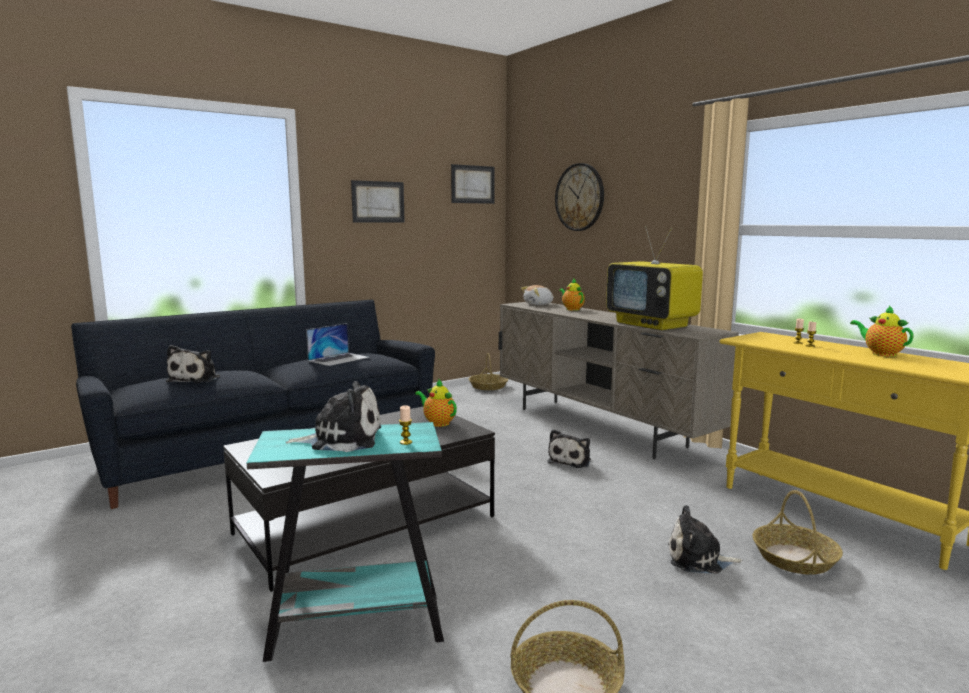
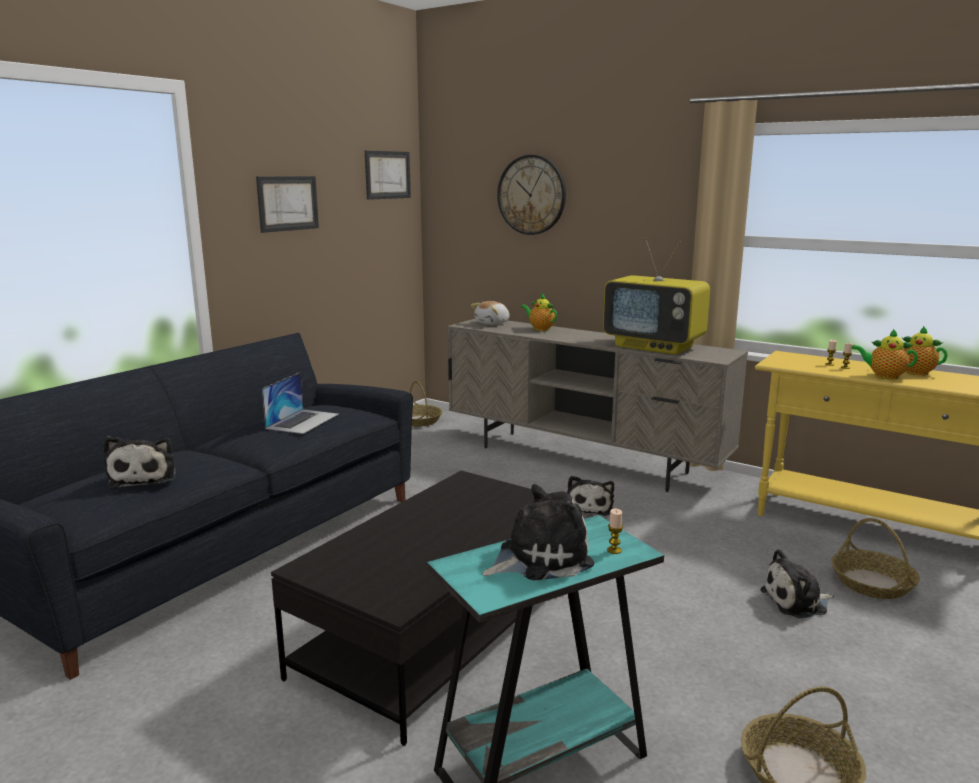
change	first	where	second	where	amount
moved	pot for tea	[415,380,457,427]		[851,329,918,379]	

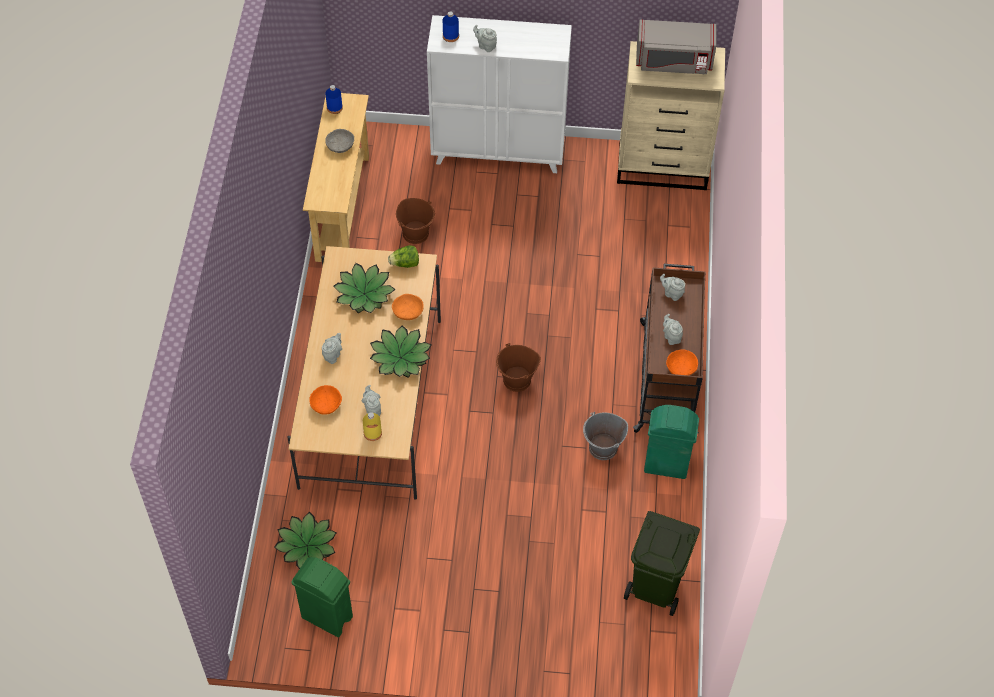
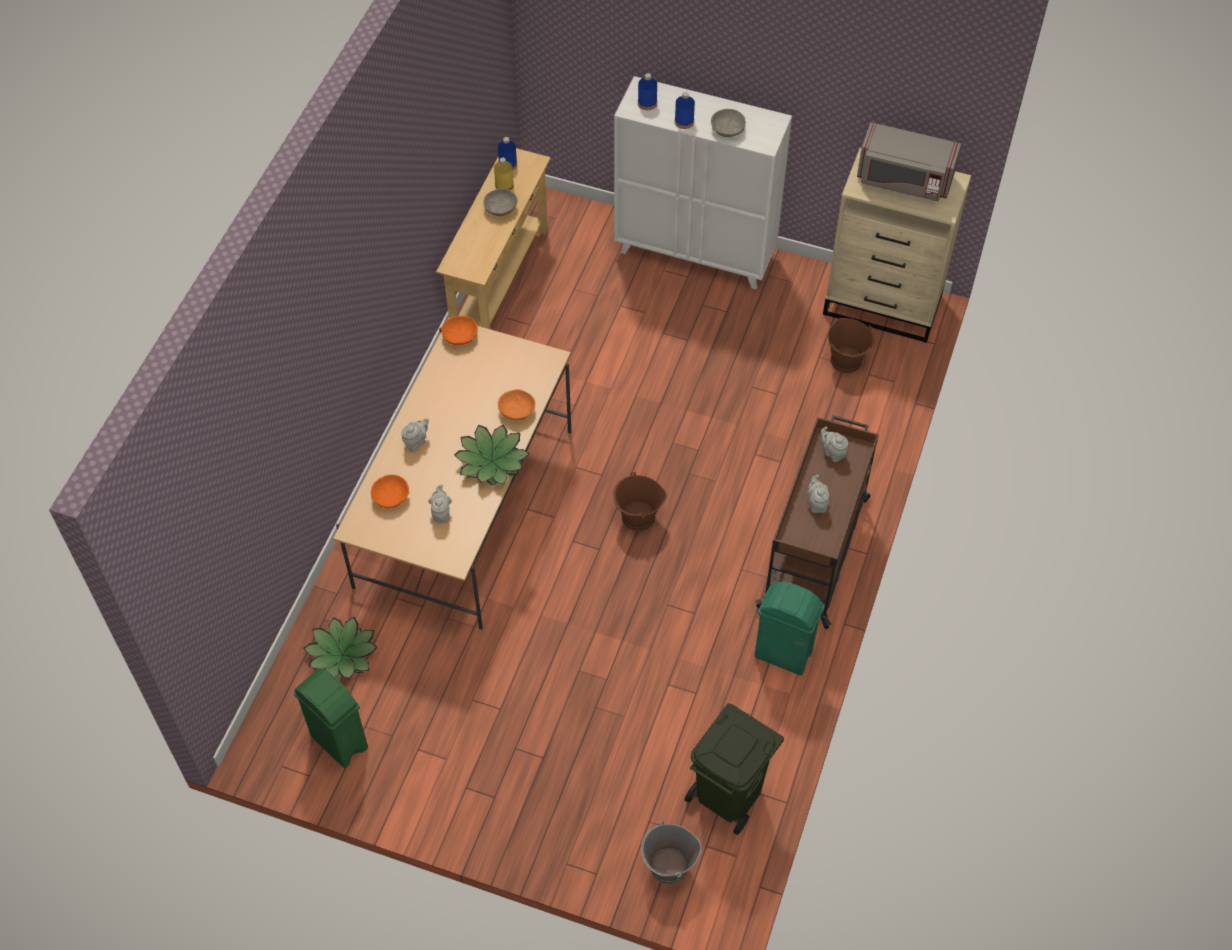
change	first	where	second	where	amount
removed	potted plant	[333,263,396,313]			
moved	yellowish drink bottle	[363,412,382,441]		[494,158,514,190]	
removed	head of lettuce	[388,245,419,268]			
moved	brownish bucket	[396,198,435,244]		[828,318,875,373]	
replaced	greyish pot for tea	[473,25,497,52]	blue-coloured drink bottle	[675,92,695,129]	
moved	greyish bucket	[583,412,628,460]		[641,821,702,884]	
moved	orangey deep dish	[666,349,698,375]		[441,316,478,345]	
added			greyish deep dish	[711,109,746,137]	

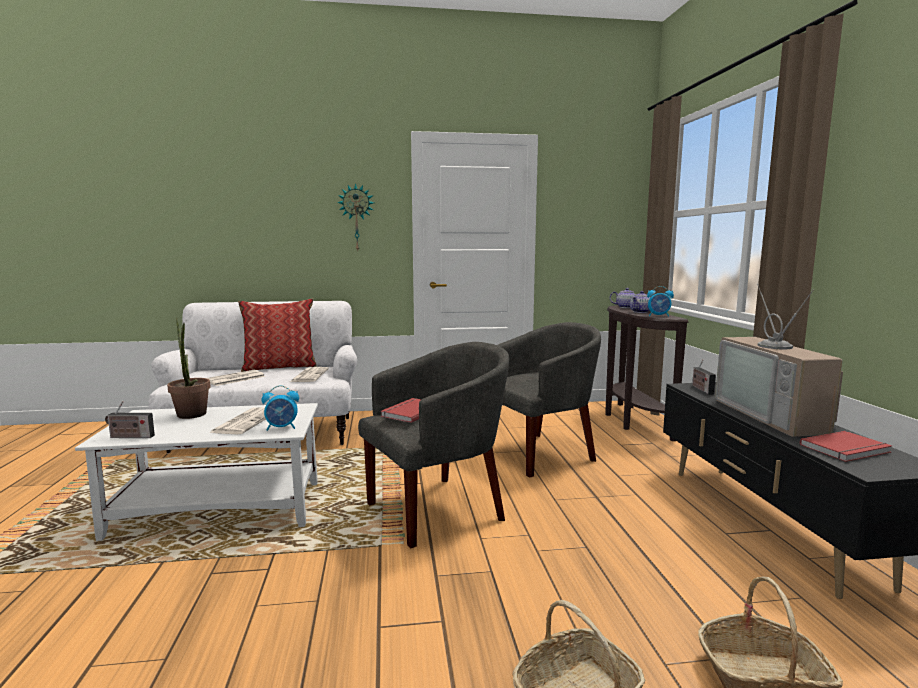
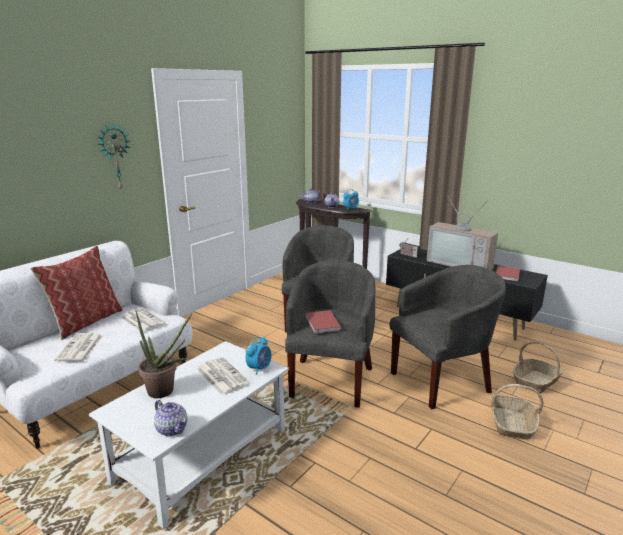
change	first	where	second	where	amount
replaced	radio receiver	[105,401,155,438]	pot for tea	[154,400,187,436]	
added			greyish easy chair	[390,265,506,409]	

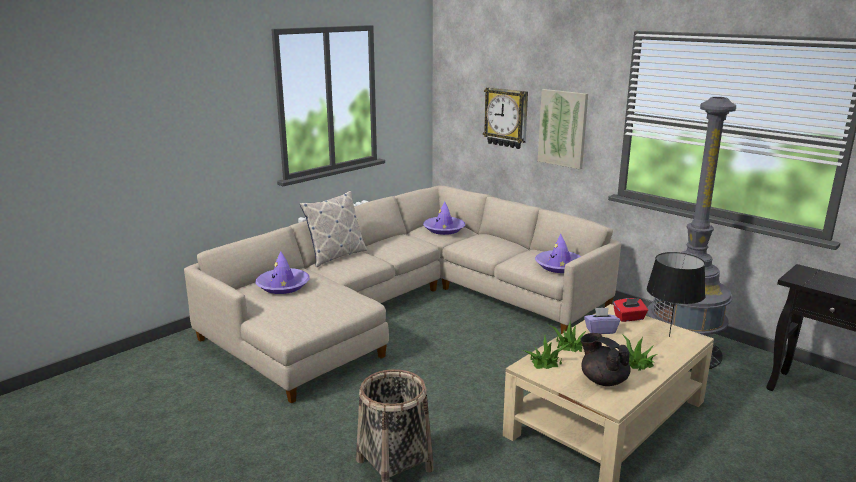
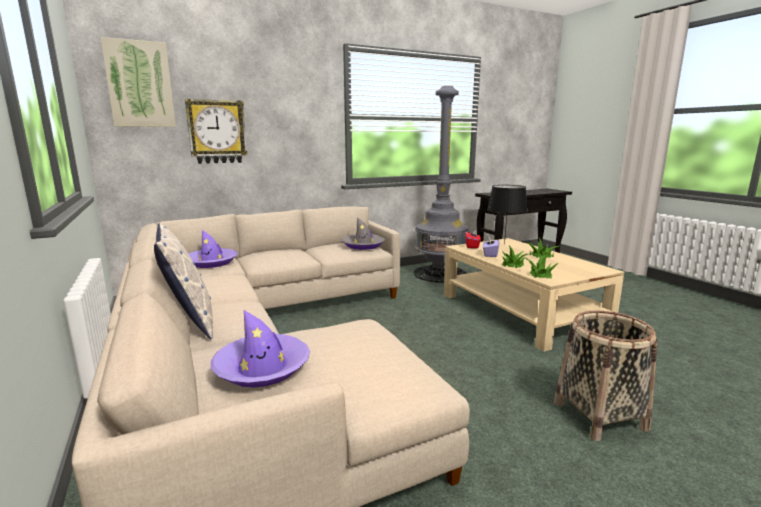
change	first	where	second	where	amount
recoloured	purplish wearable hat	[535,234,581,273]	greyish wearable hat	[341,217,385,250]	
moved	wall art	[538,89,588,169]		[100,37,176,127]	
removed	blackish pot for tea	[581,333,630,386]			

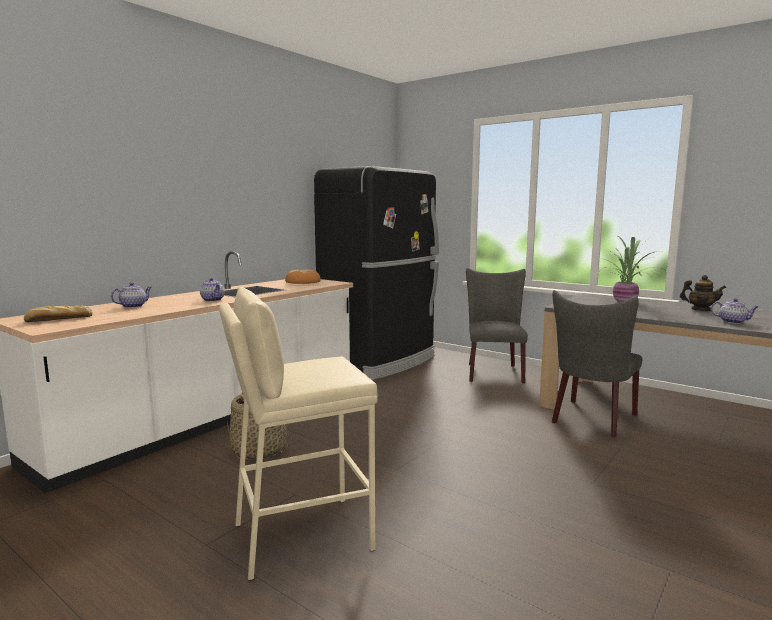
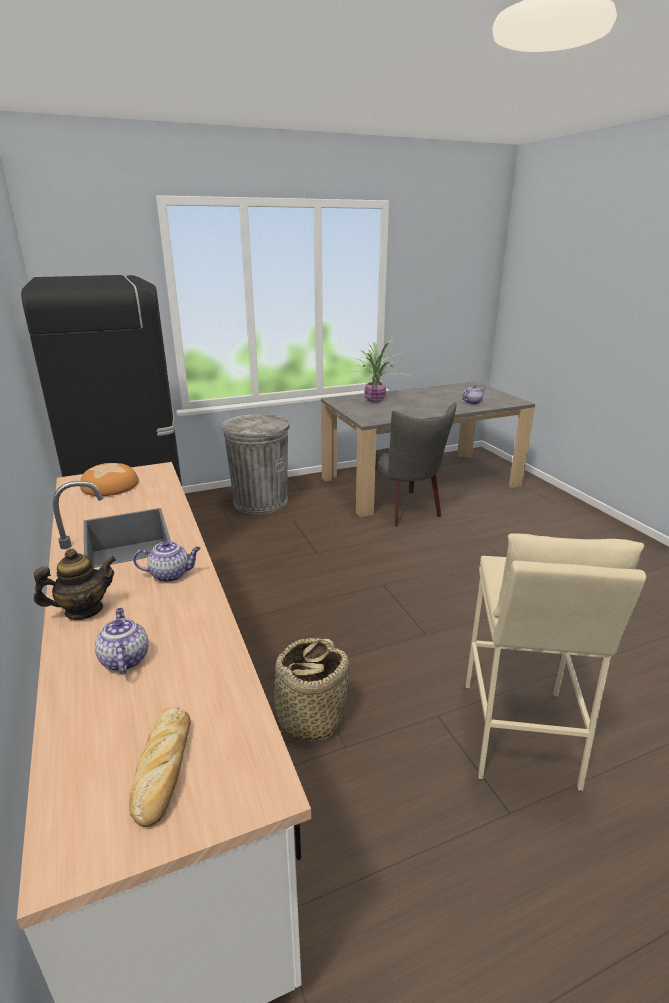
change	first	where	second	where	amount
replaced	greyish chair	[466,268,528,383]	greyish rubbish bin	[222,414,290,514]	
moved	pot for tea	[680,275,726,311]		[34,548,116,620]	

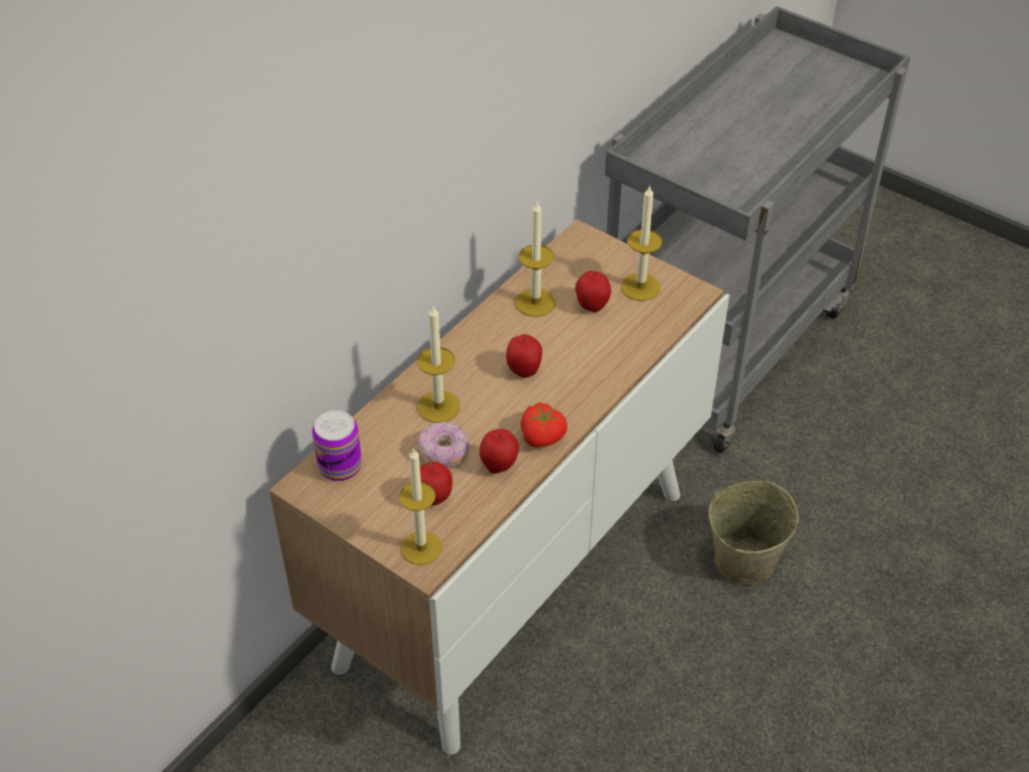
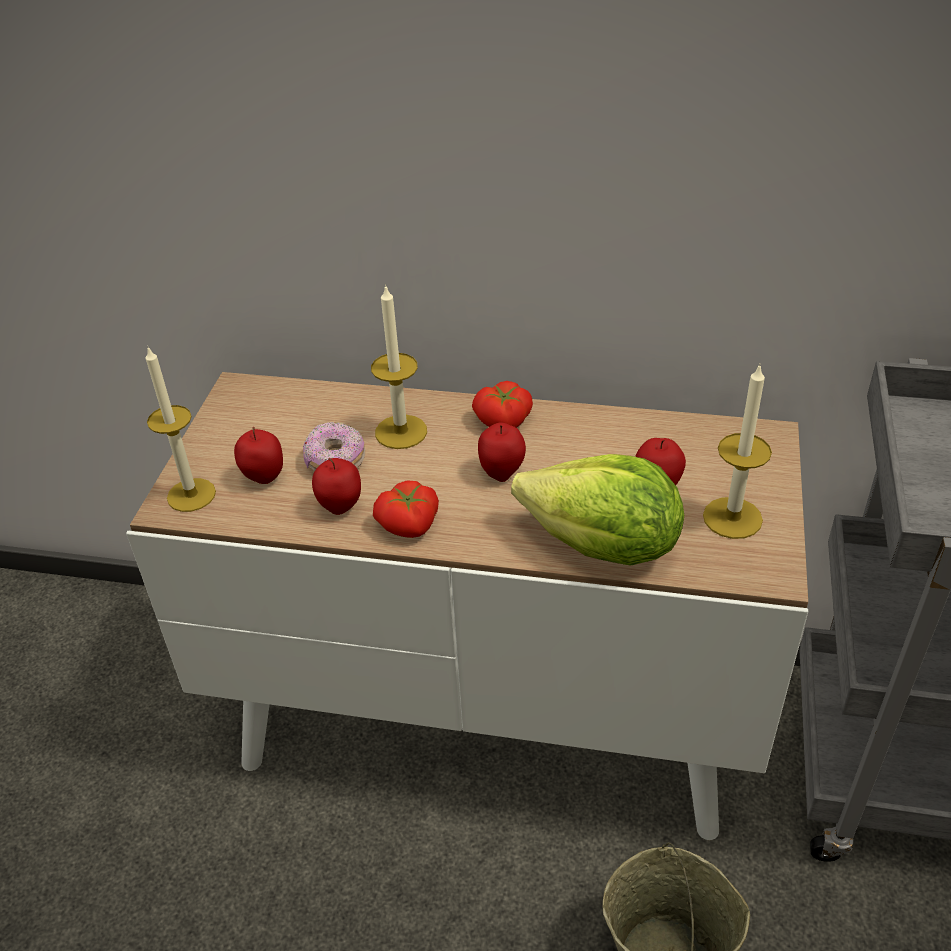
change	first	where	second	where	amount
removed	can	[312,410,362,481]			
removed	wax candle	[516,200,556,317]			
added			whole tomato	[472,381,533,428]	
added			head of lettuce	[511,454,684,566]	

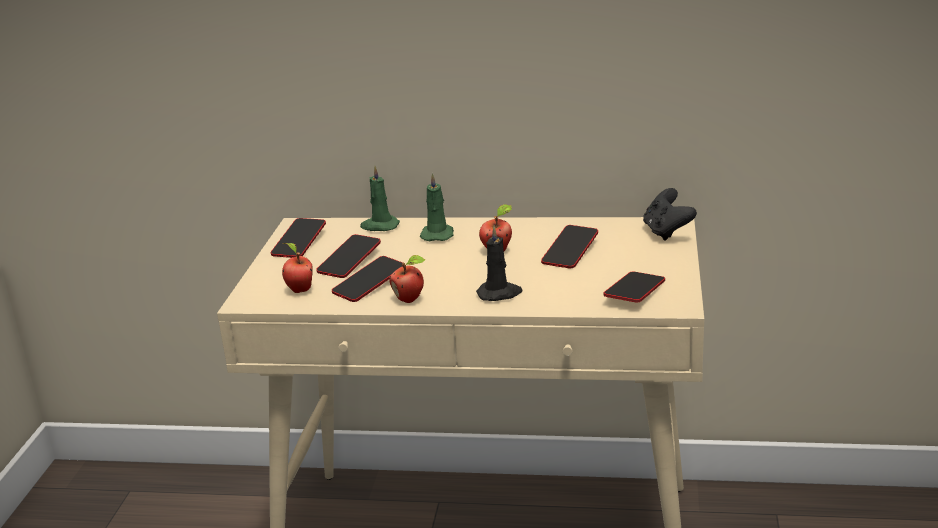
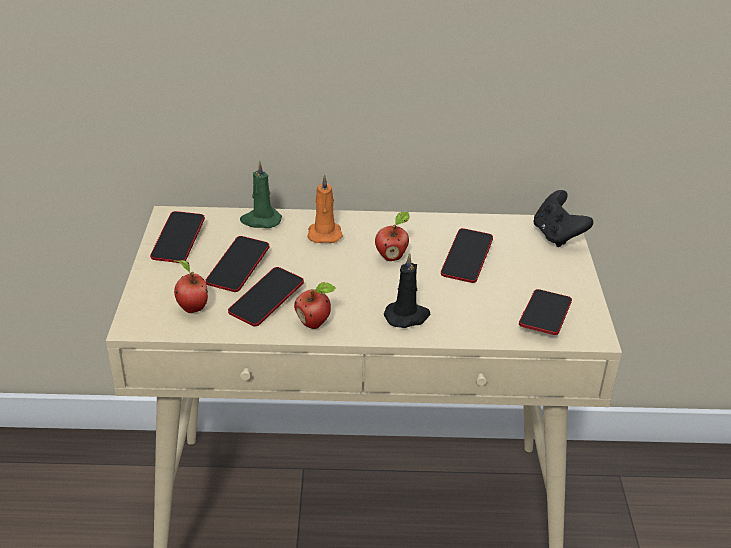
change	first	where	second	where	amount
recoloured	green-coloured wax candle	[420,173,454,241]	orangey wax candle	[307,174,343,243]	

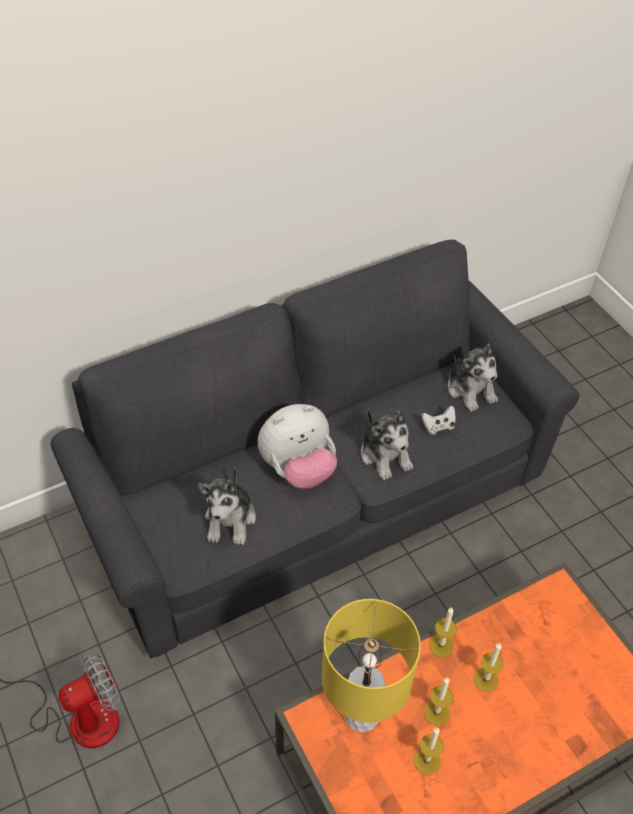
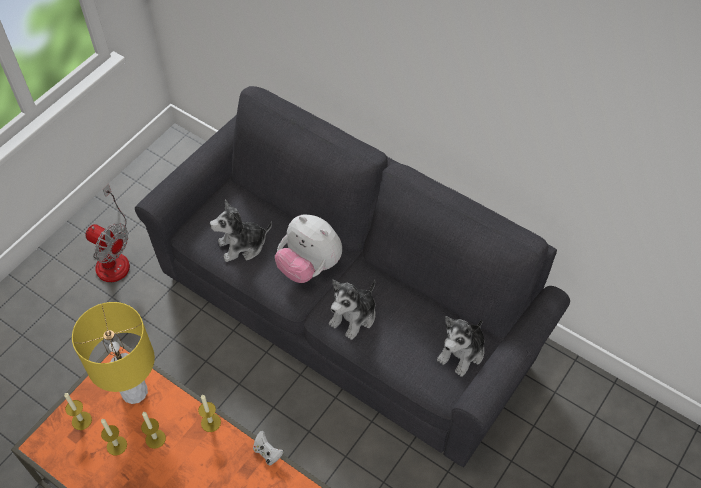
change	first	where	second	where	amount
moved	white-coloured game controller	[421,405,456,435]		[253,431,284,465]	
moved	wax candle	[473,643,503,692]		[64,393,92,430]	

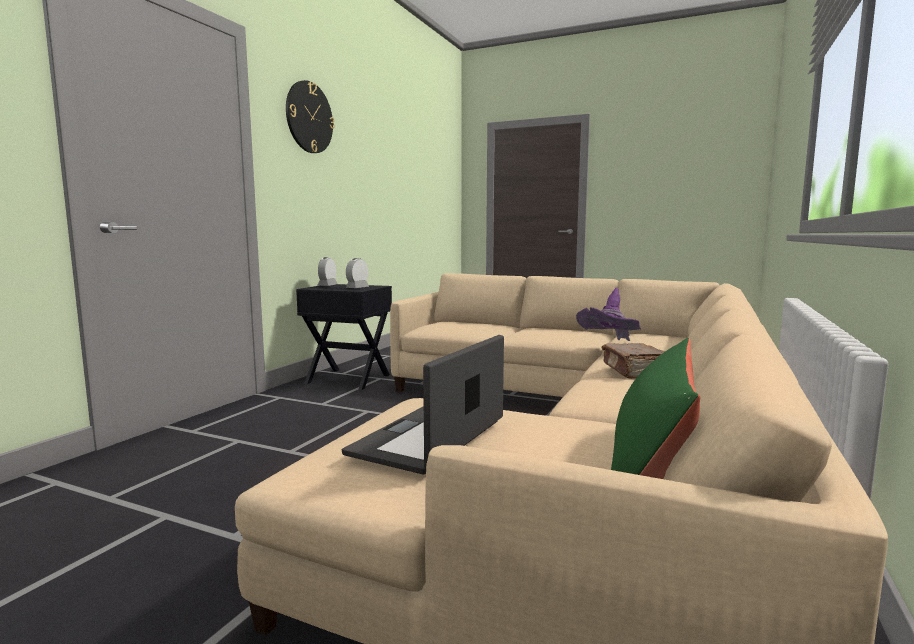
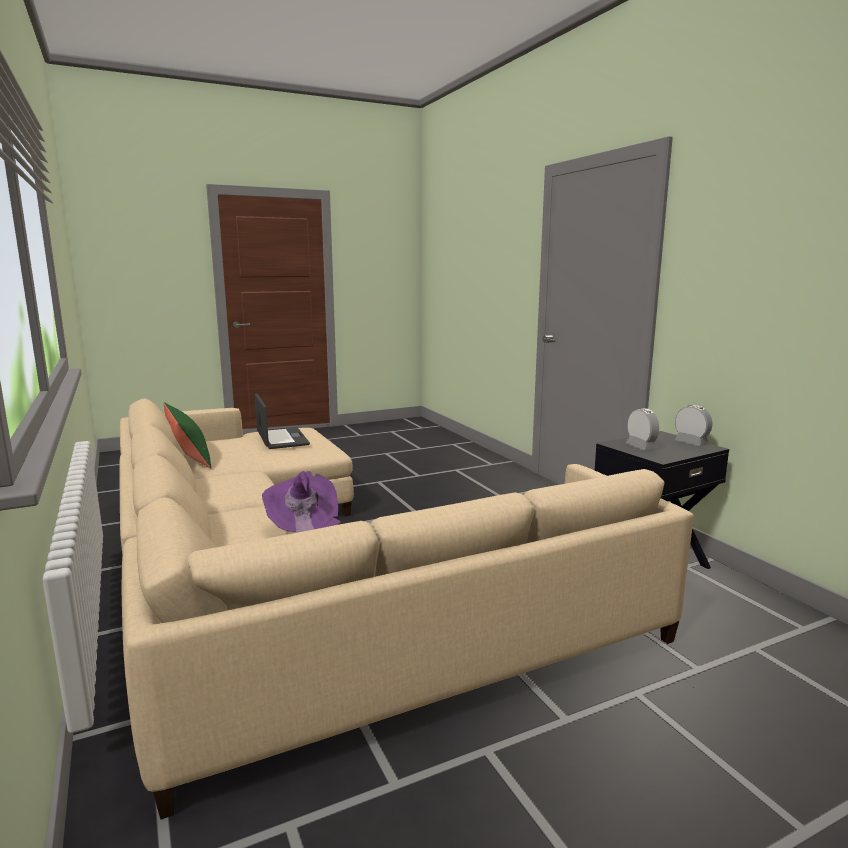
change	first	where	second	where	amount
removed	wall clock	[286,80,335,153]			
removed	brownish volume	[602,343,665,379]			

